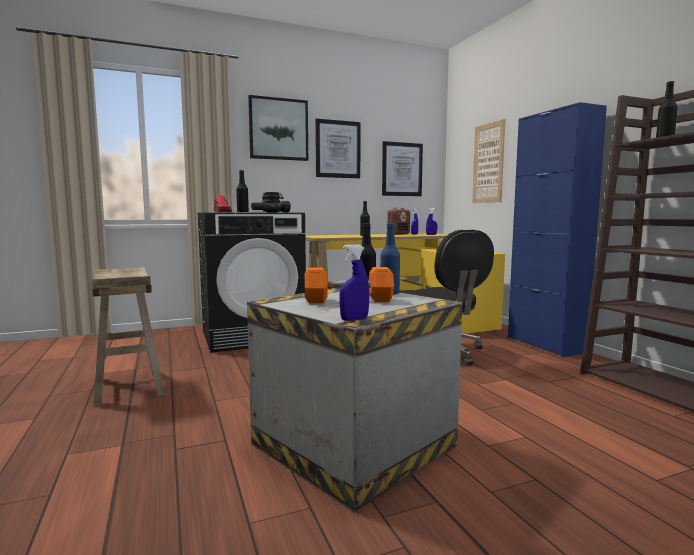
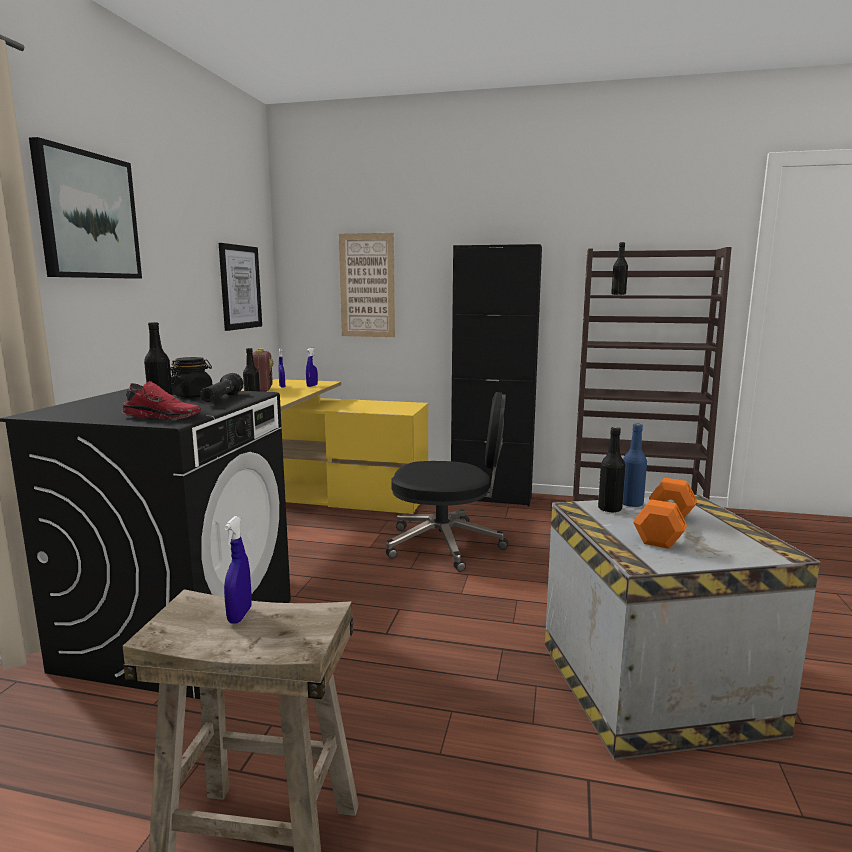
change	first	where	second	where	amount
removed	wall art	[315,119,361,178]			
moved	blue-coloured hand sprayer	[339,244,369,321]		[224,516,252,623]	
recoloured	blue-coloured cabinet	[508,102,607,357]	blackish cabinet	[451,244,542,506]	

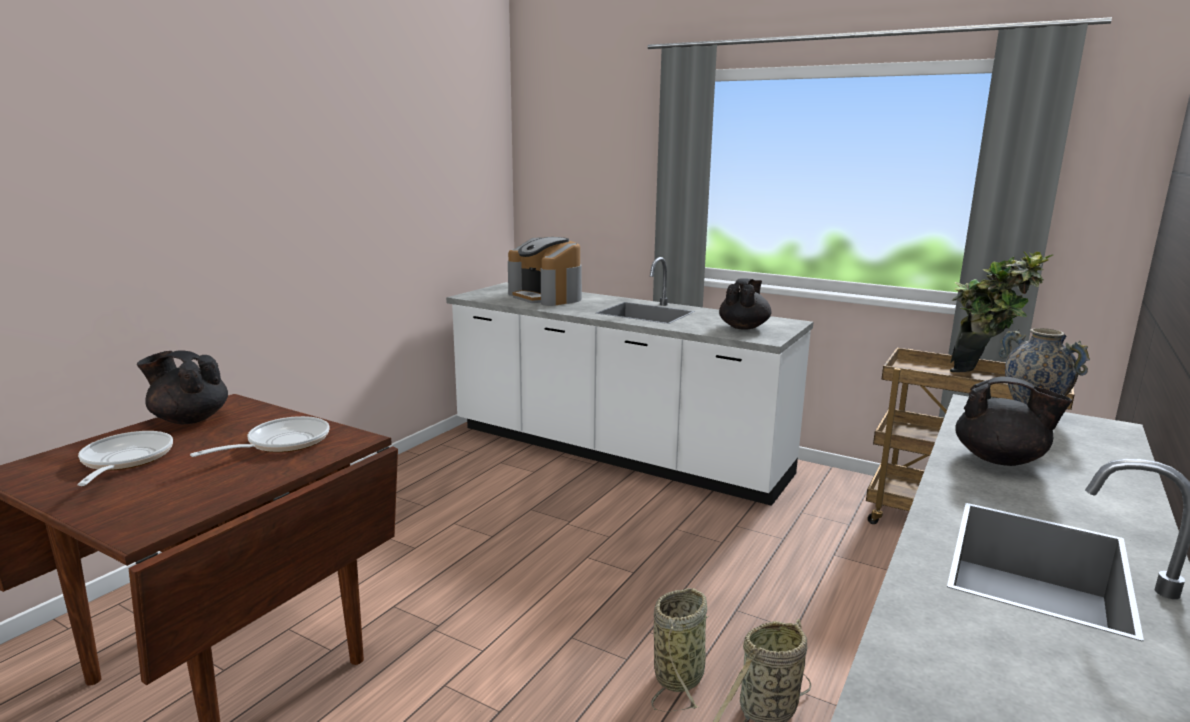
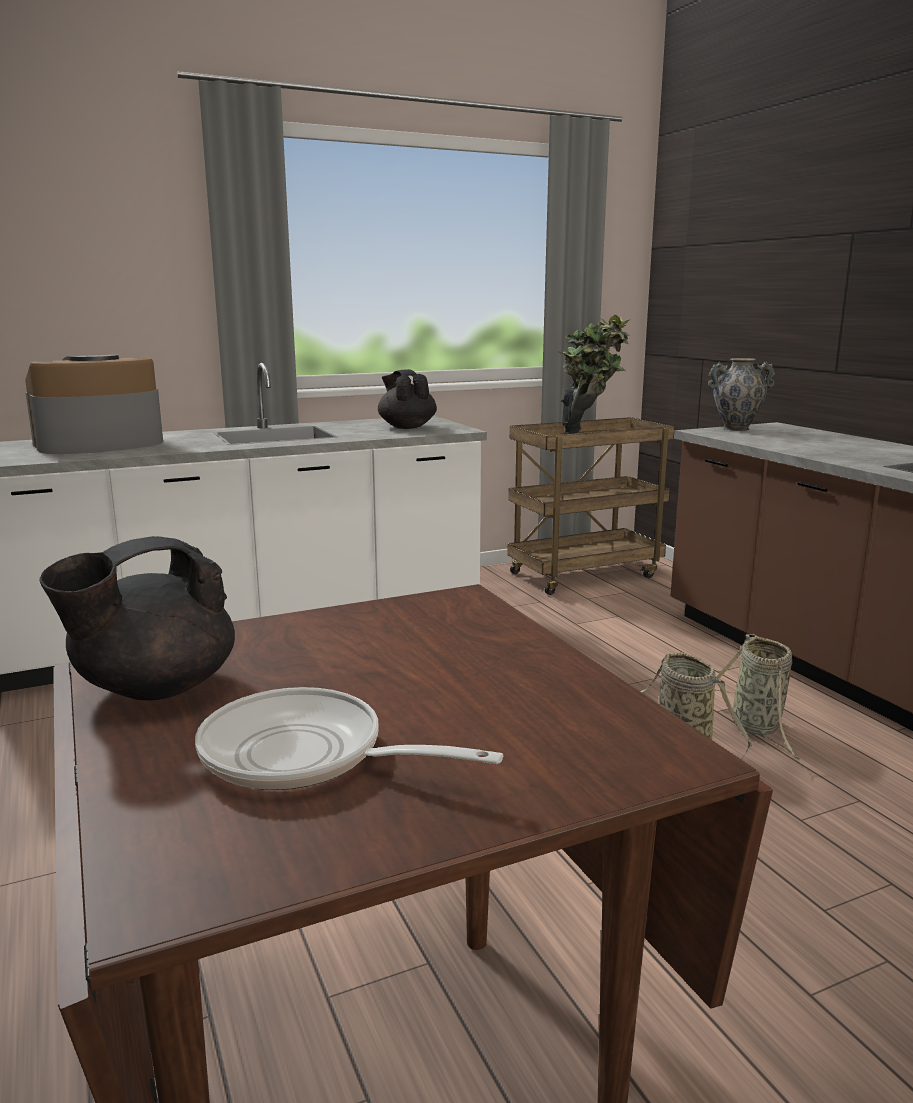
change	first	where	second	where	amount
removed	pan	[190,416,330,457]			
turned	coffee brewer	[508,237,582,306]		[25,355,163,454]	150 degrees clockwise
removed	blackish pot for tea	[955,377,1072,466]			

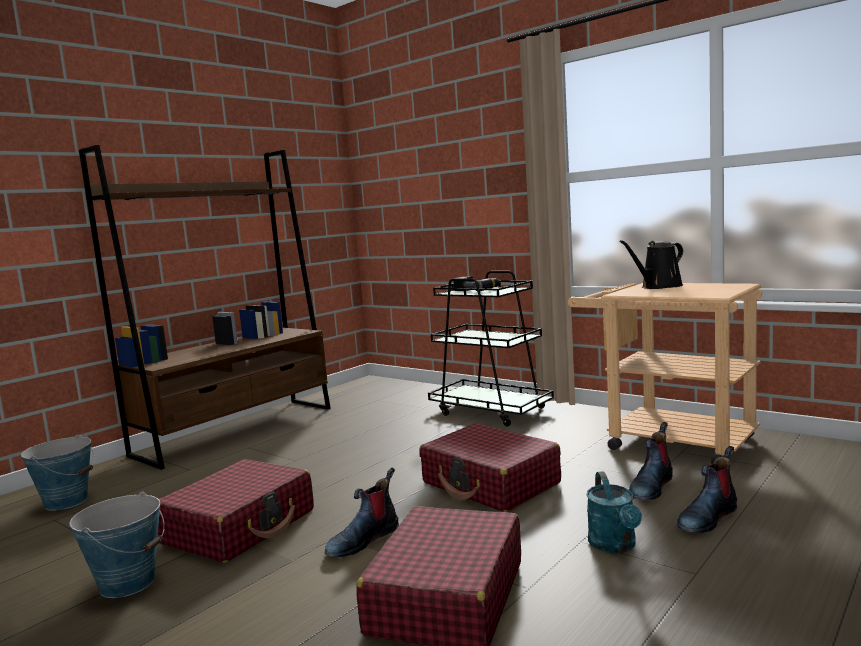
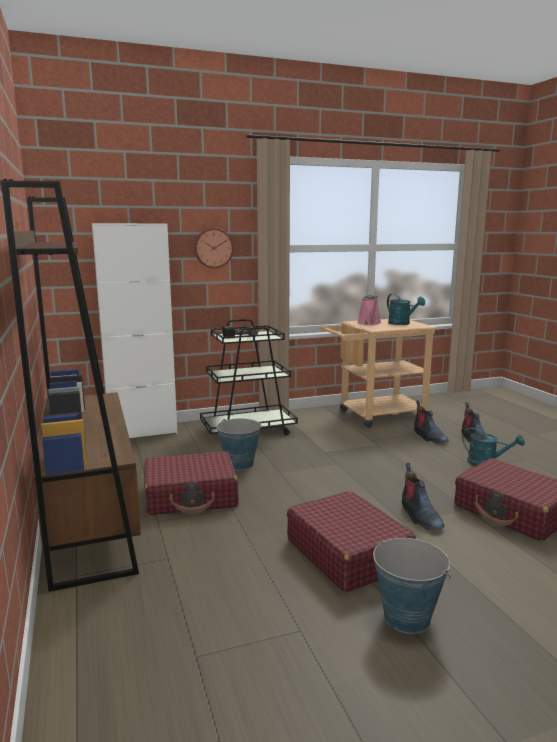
change	first	where	second	where	amount
moved	bucket	[21,434,95,511]		[217,418,262,470]	
moved	red suitcase	[419,423,561,512]		[144,451,239,515]	
recoloured	blackish watering can	[620,240,683,289]	pink-coloured watering can	[357,295,381,325]	
added			white-coloured cabinet	[92,223,177,438]	
added			wall clock	[194,228,233,268]	
added			turquoise-coloured watering can	[387,294,425,325]	

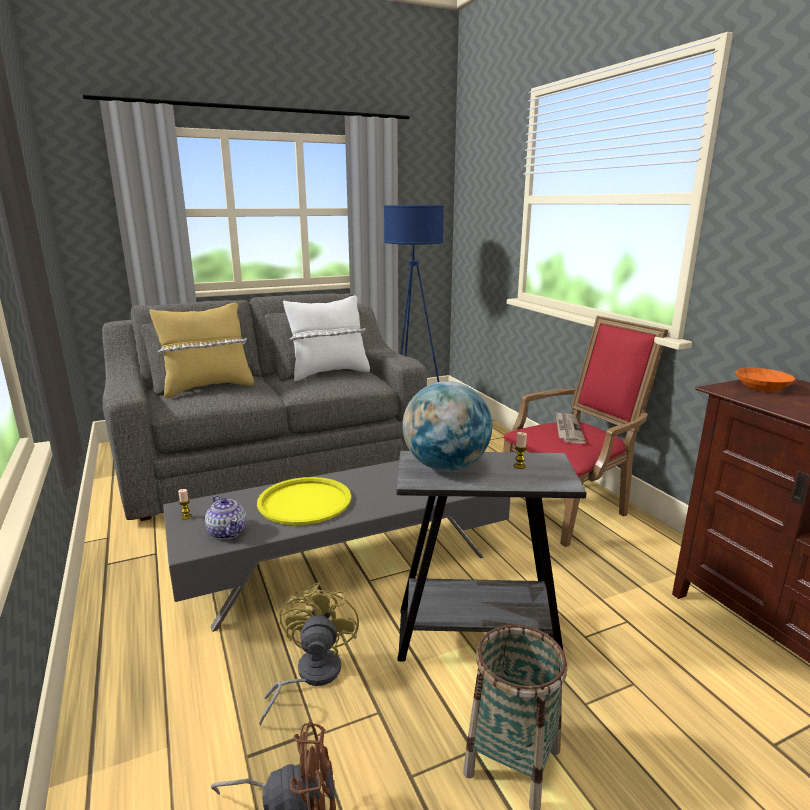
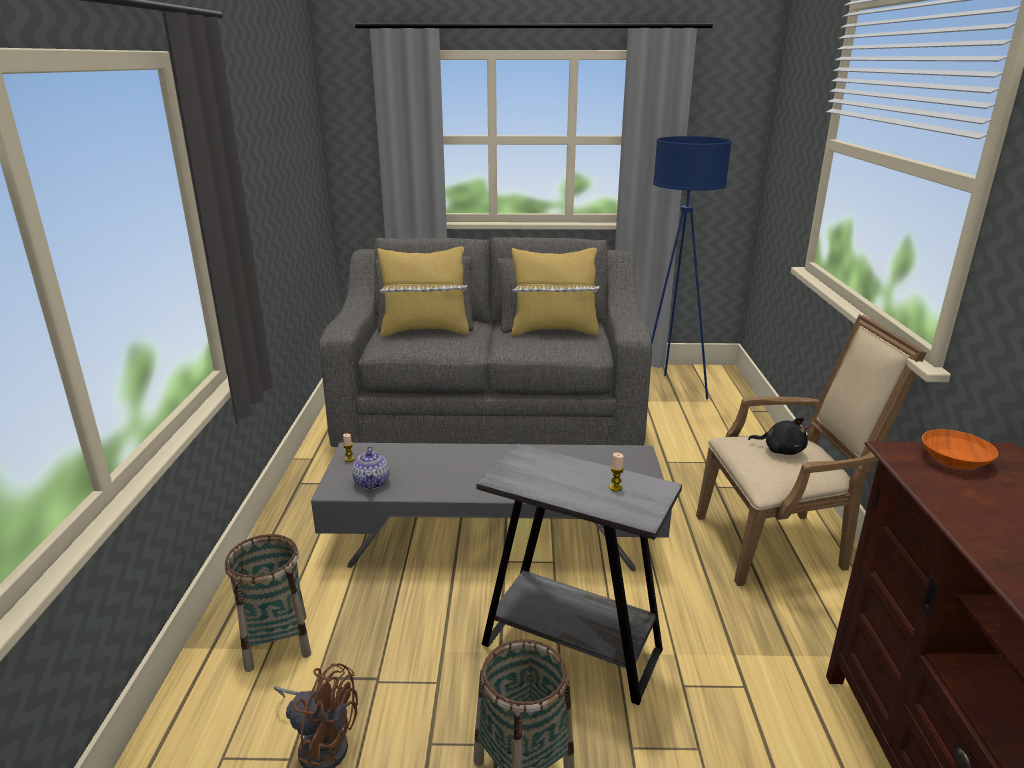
change	first	where	second	where	amount
removed	yellowish tray	[257,477,351,525]			
removed	yellowish electric fan	[259,582,359,726]			
recoloured	white-coloured throw pillow	[283,296,370,381]	yellowish throw pillow	[511,248,599,336]	
removed	world globe	[402,381,492,471]			
recoloured	red easy chair	[503,316,668,547]	sand-coloured easy chair	[696,314,927,586]	
replaced	printed paper	[555,411,586,444]	blackish soft toy	[748,418,809,455]	
added			household basket	[225,534,311,672]	

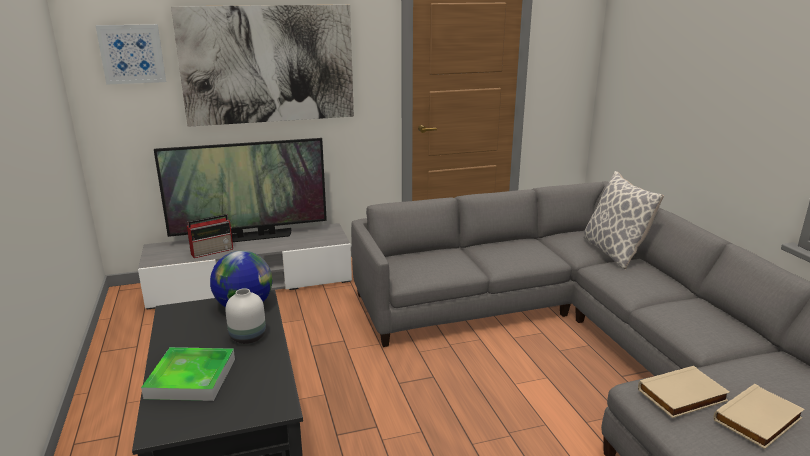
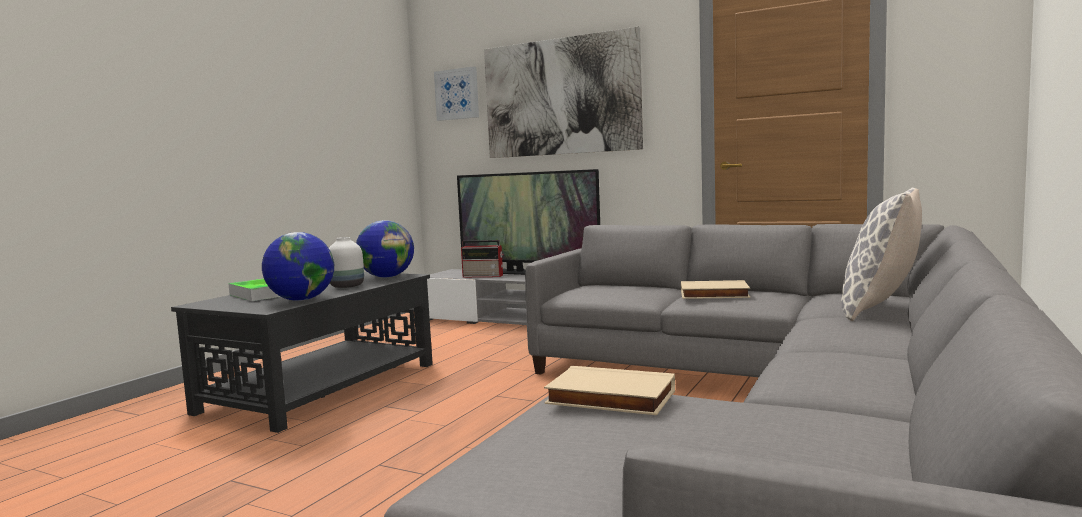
change	first	where	second	where	amount
moved	sand-coloured volume	[713,384,805,449]		[681,280,750,299]	
added			world globe	[262,232,334,301]	

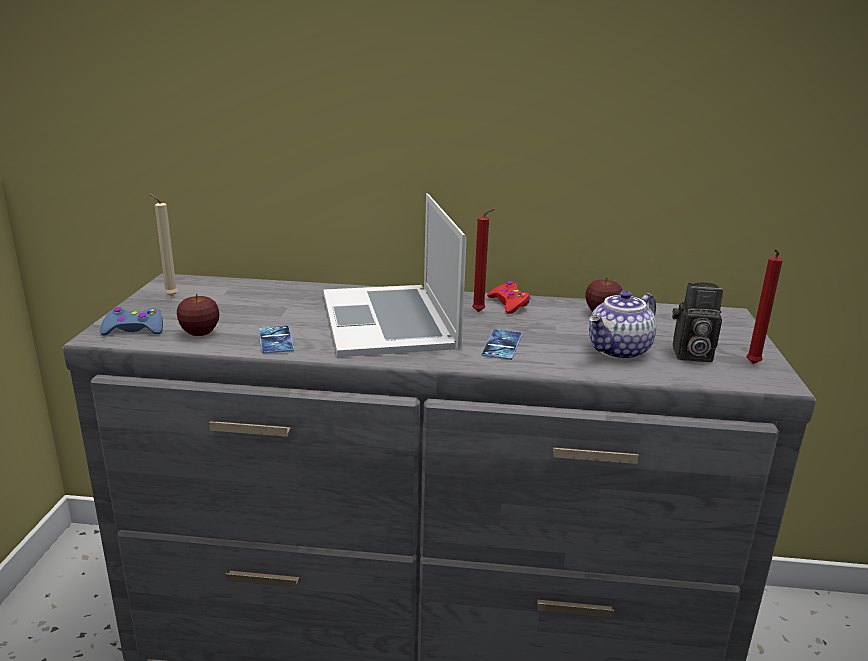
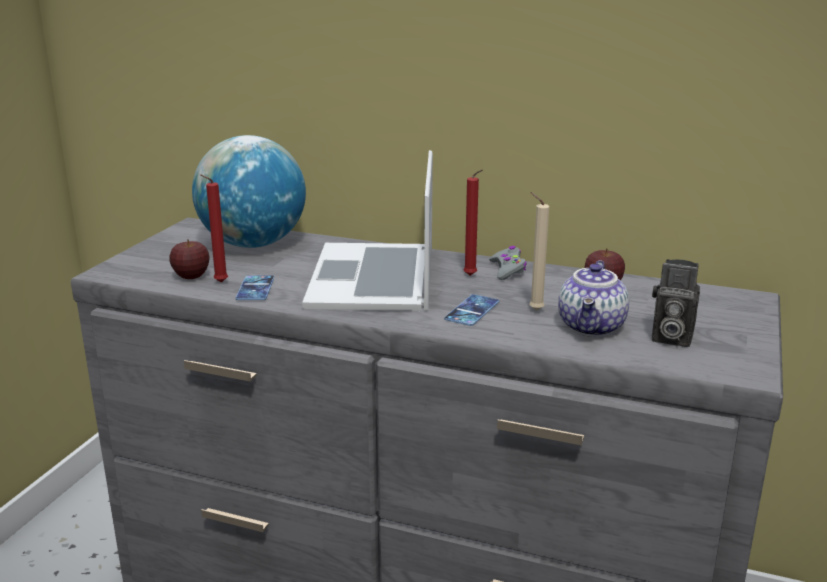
change	first	where	second	where	amount
removed	blue-coloured game controller	[100,307,163,335]			
moved	sand-coloured wax candle	[148,193,178,297]		[529,192,549,311]	
recoloured	red game controller	[487,281,530,314]	greyish game controller	[489,246,527,280]	
turned	pot for tea	[589,291,656,360]		[558,260,629,337]	45 degrees counterclockwise
moved	red wax candle	[746,249,783,364]		[200,174,228,283]	
added			world globe	[192,135,306,248]	

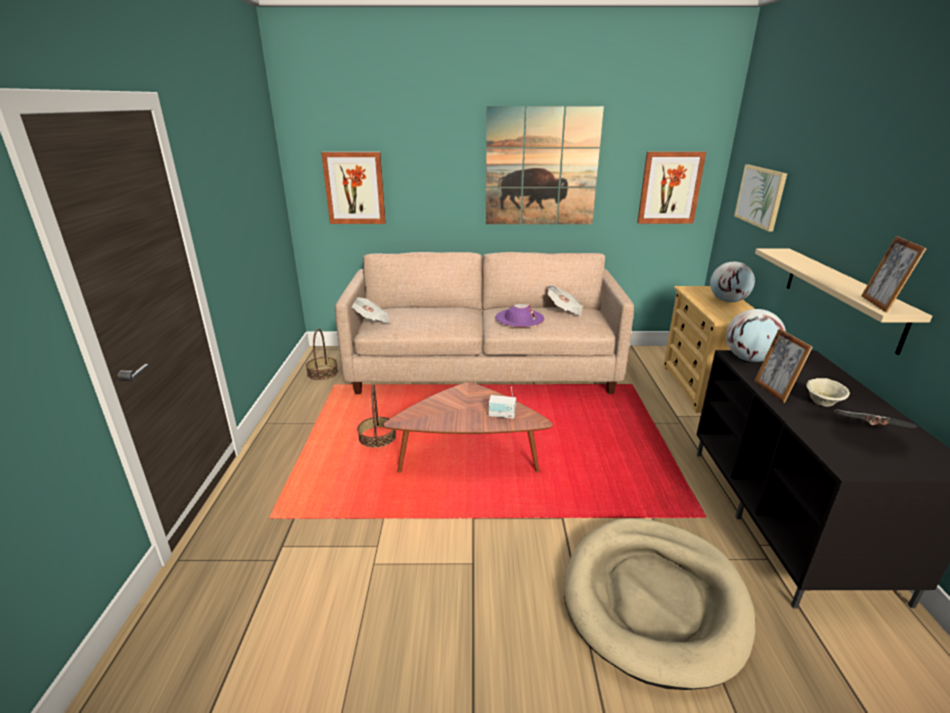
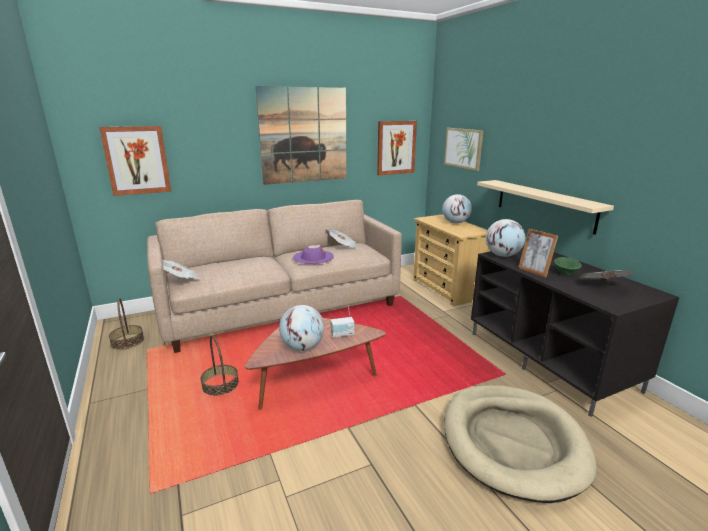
change	first	where	second	where	amount
recoloured	sand-coloured deep dish	[806,378,850,407]	green-coloured deep dish	[554,257,582,275]	
removed	picture frame	[861,236,927,313]			
added			world globe	[279,305,324,351]	

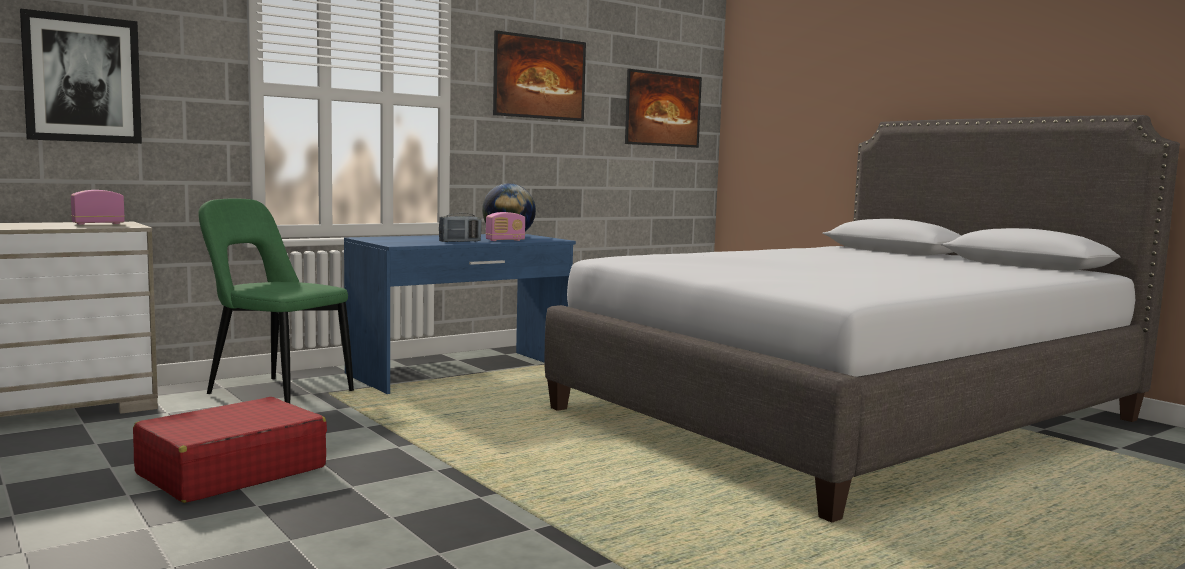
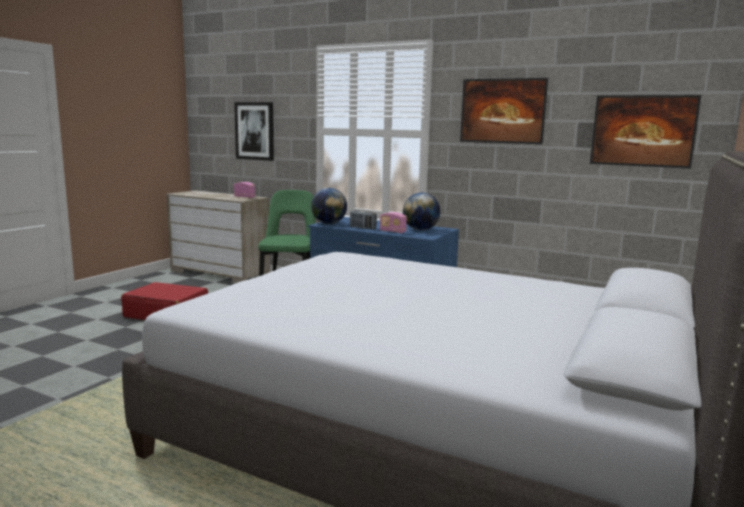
change	first	where	second	where	amount
added			world globe	[311,188,347,224]	

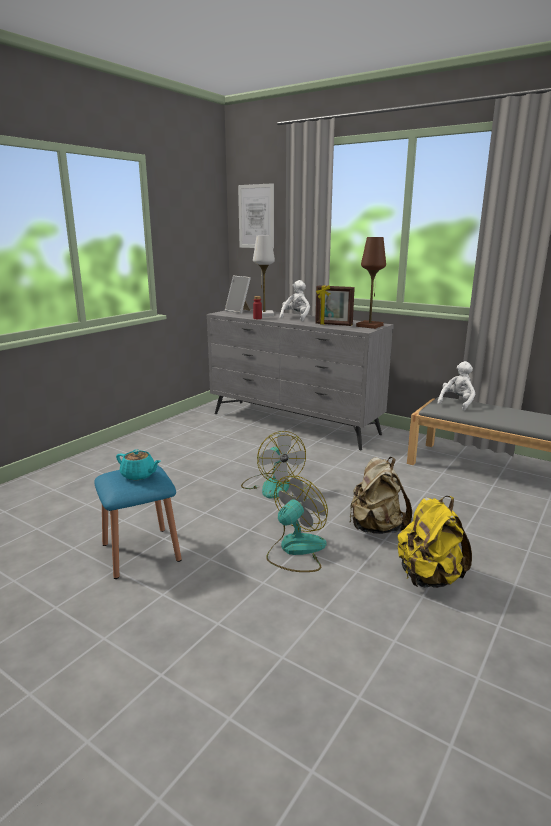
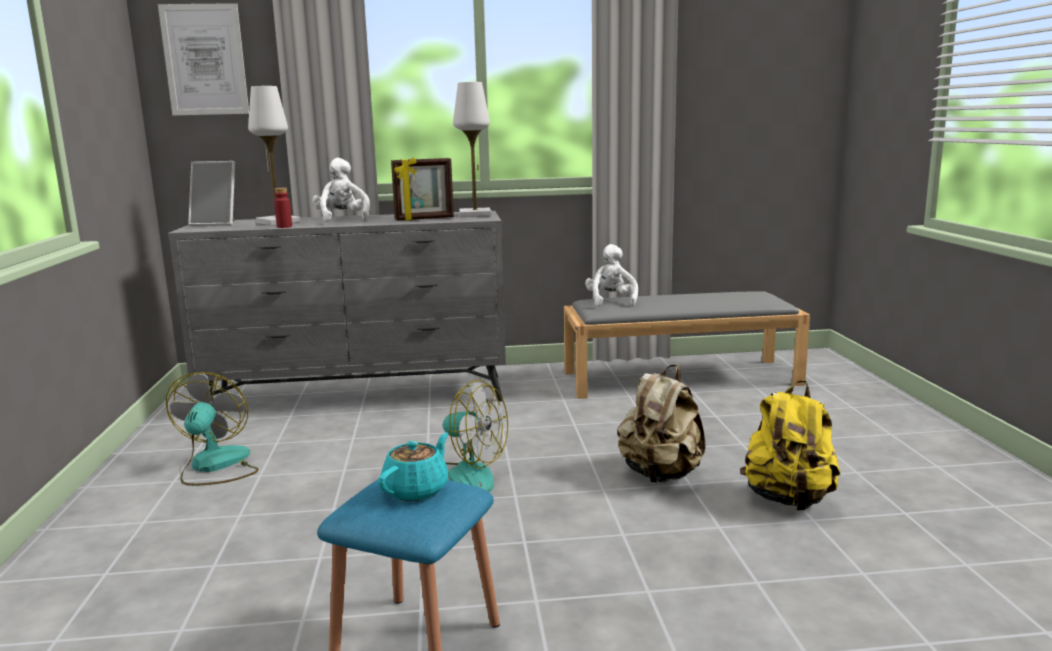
change	first	where	second	where	amount
turned	turquoise-coloured pot for tea	[116,449,161,480]		[378,432,449,501]	45 degrees counterclockwise
moved	electric fan	[266,476,328,572]		[166,372,258,486]	
recoloured	brownish lamp for a table	[356,237,386,329]	white-coloured lamp for a table	[453,82,492,217]	

